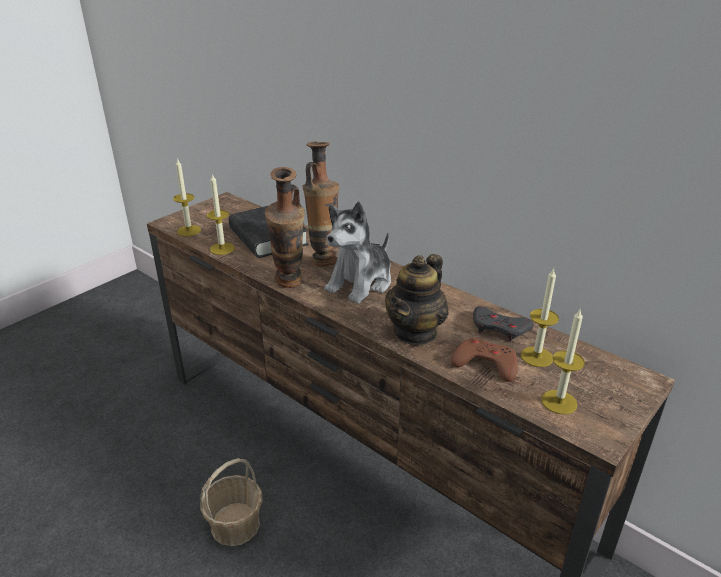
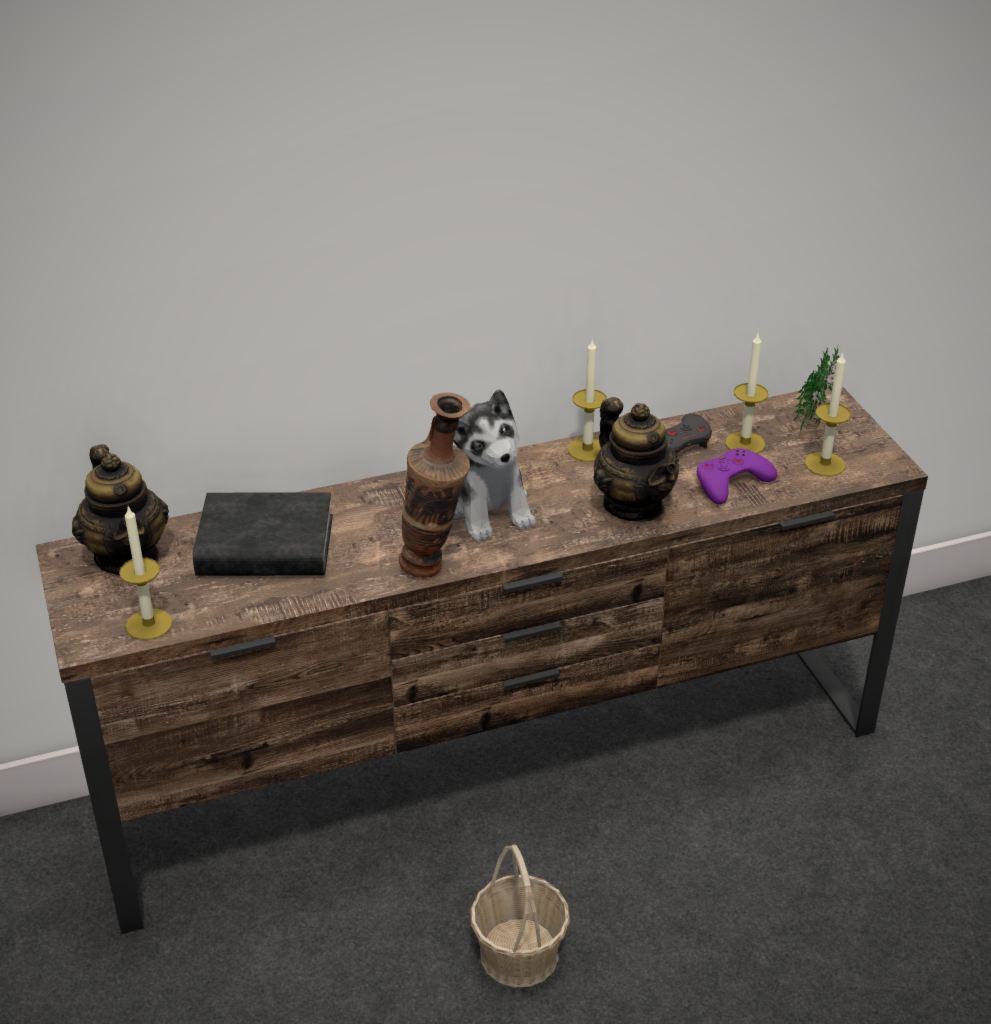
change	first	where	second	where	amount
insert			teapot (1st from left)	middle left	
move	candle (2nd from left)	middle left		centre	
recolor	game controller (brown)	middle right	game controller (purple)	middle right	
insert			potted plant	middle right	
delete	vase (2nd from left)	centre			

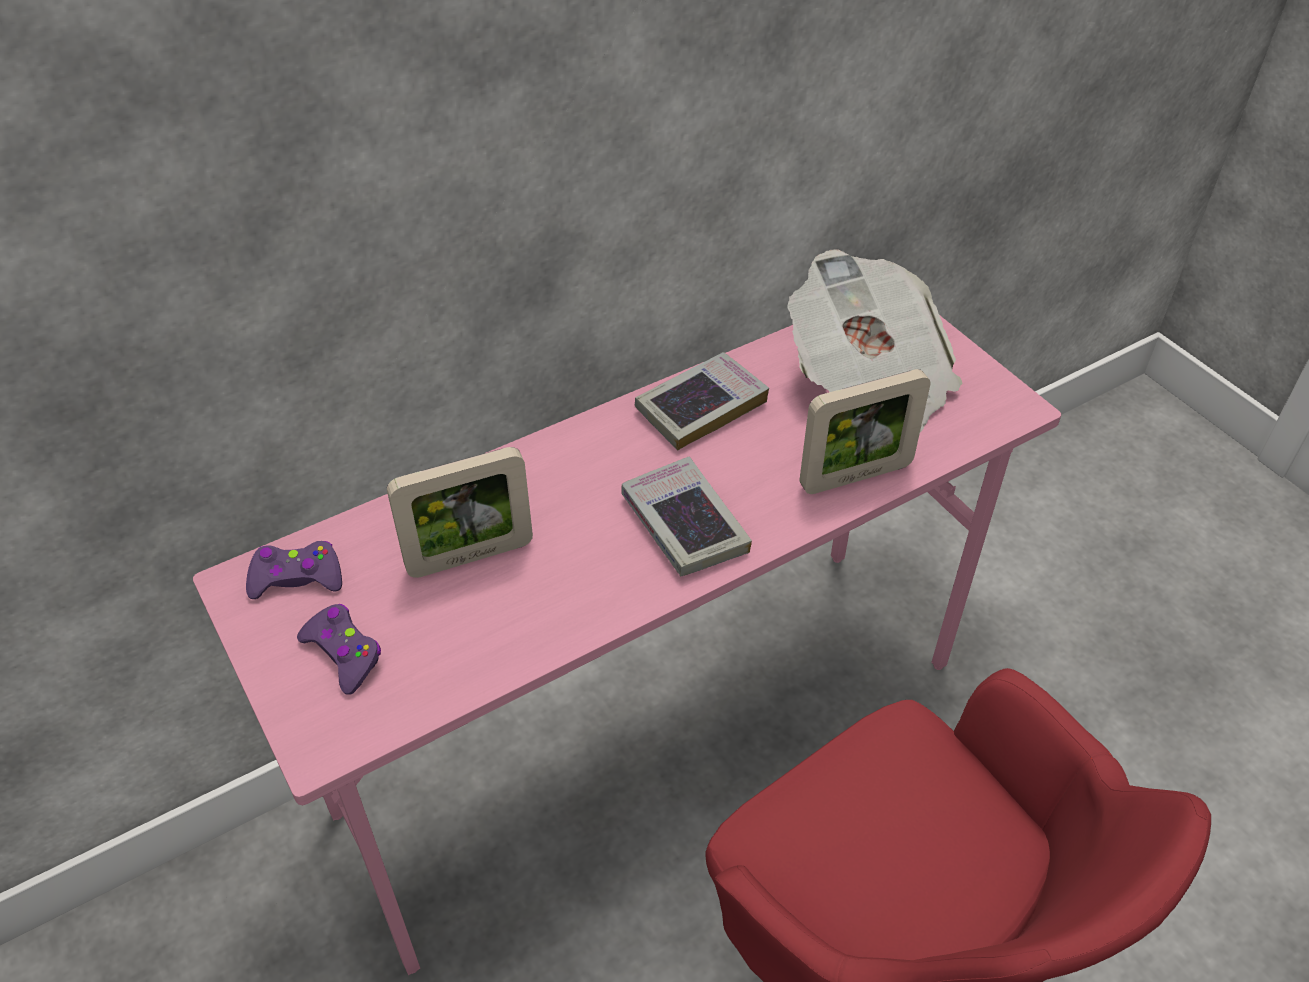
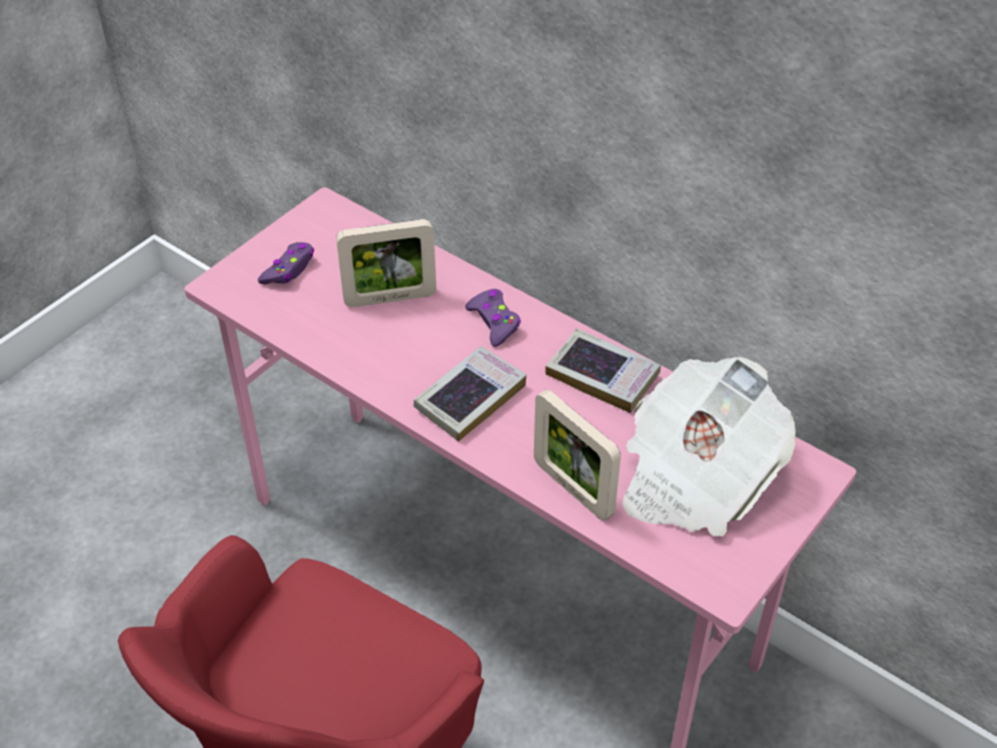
change	first	where	second	where	amount
rotate	picture frame (1st from left)	centre		centre	60 degrees counterclockwise
move	game controller (purple) (1st from left in the first image)	middle left	game controller (purple) (2nd from left)	centre	

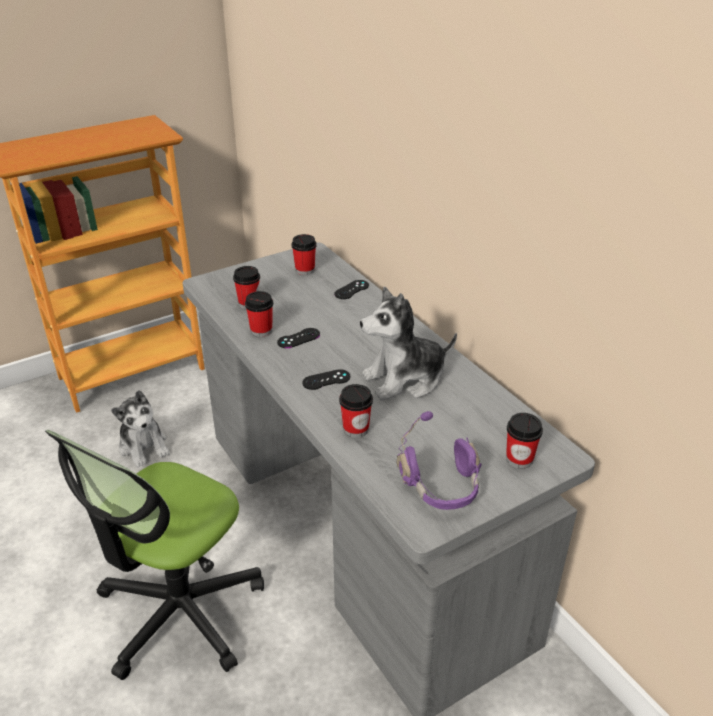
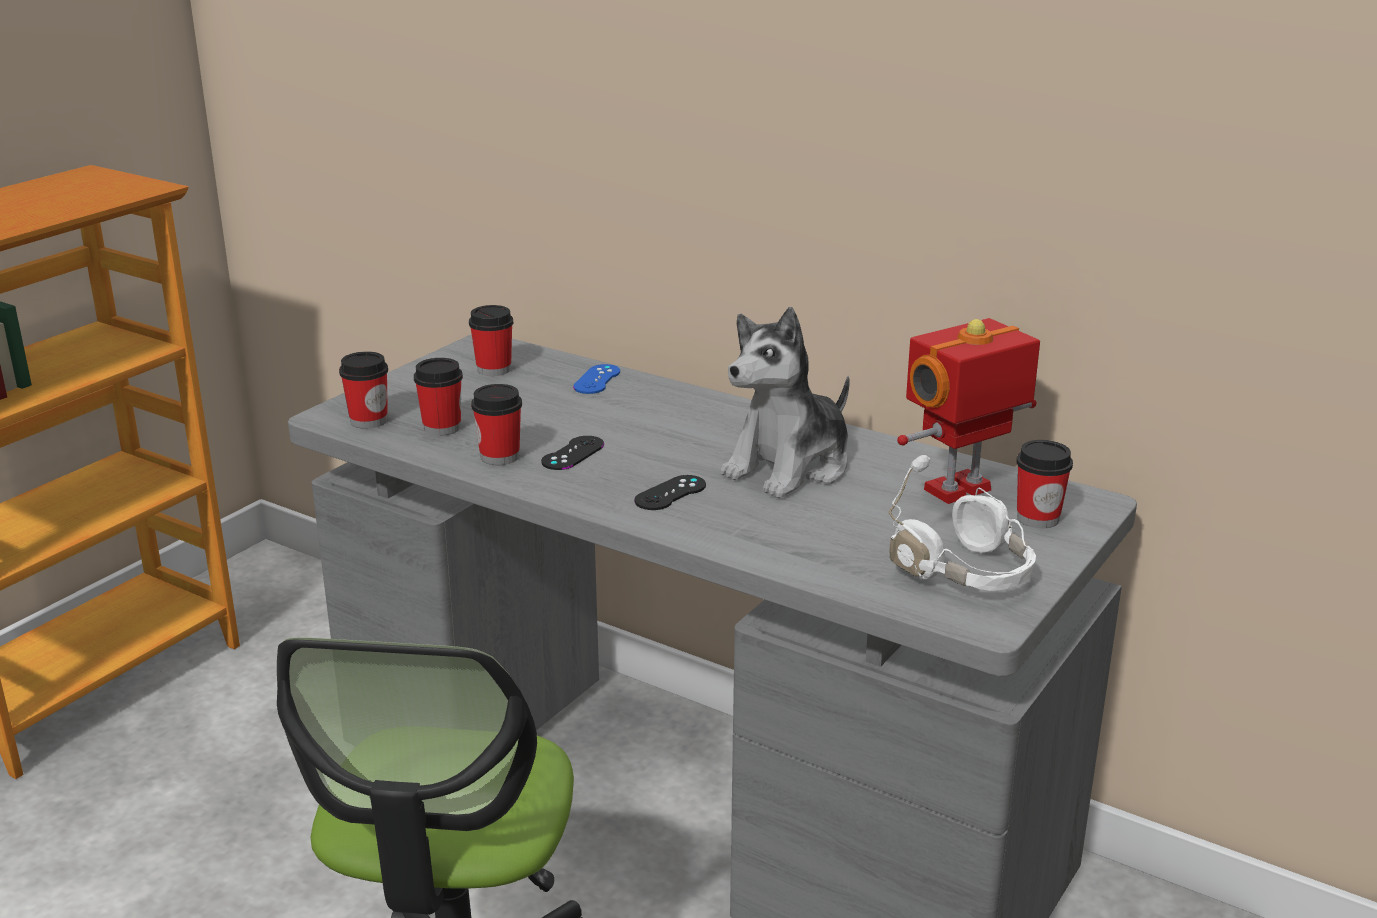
change	first	where	second	where	amount
move	cup (4th from left in the first image)	centre	cup (1st from left)	middle left	
recolor	game controller (black) (3rd from left)	centre	game controller (blue)	centre	
recolor	headphones (purple)	centre	headphones (white)	middle right	
insert			toy robot	middle right	
delete	plush toy (1st from left)	middle left			

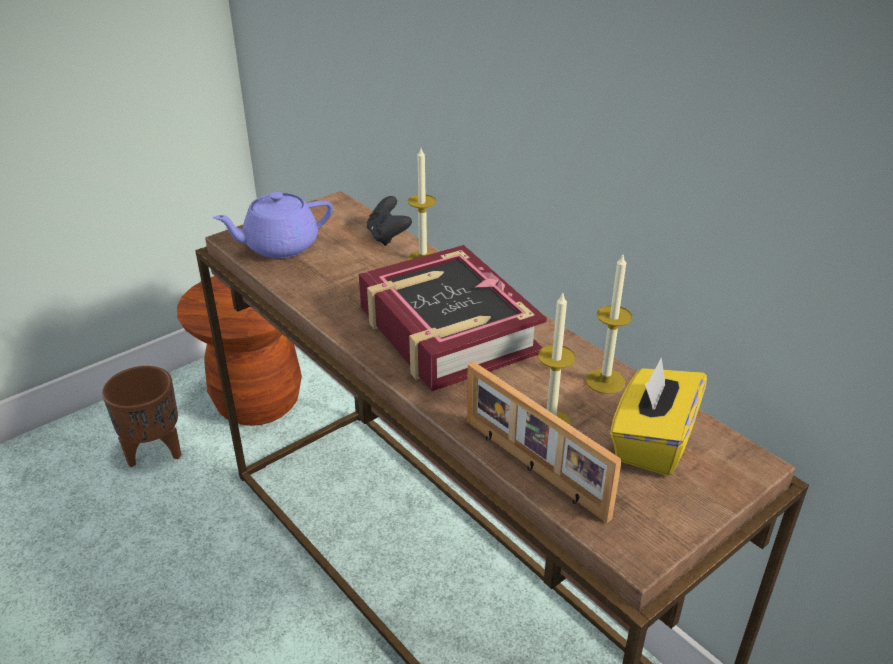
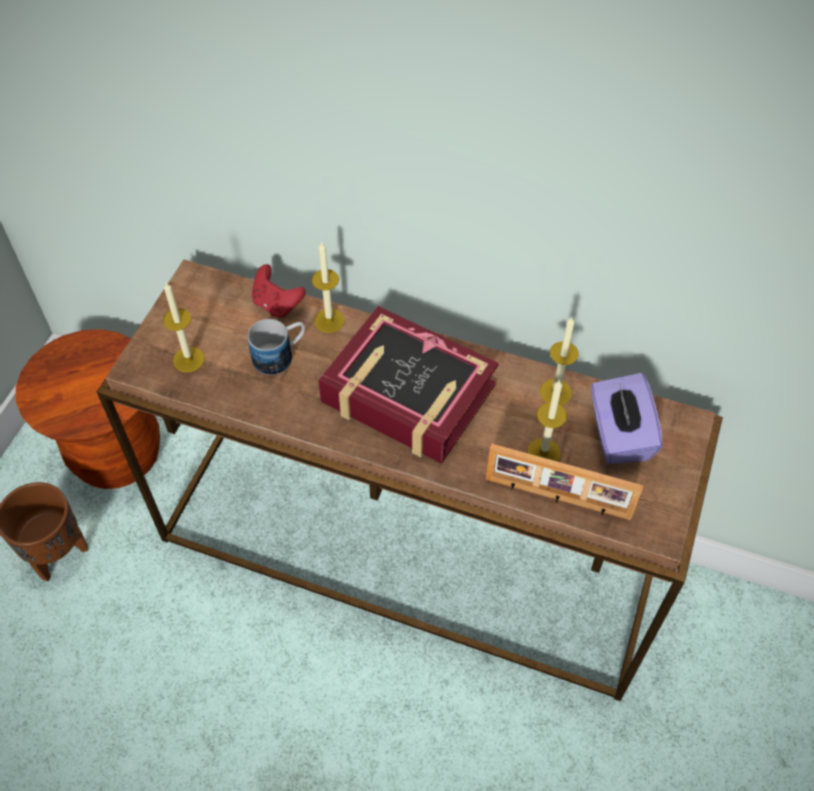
change	first	where	second	where	amount
replace	teapot (purple)	middle left	candle (1st from left)	middle left	
insert			mug	centre	
recolor	game controller (black)	top centre	game controller (red)	centre	
recolor	tissue box (yellow)	middle right	tissue box (purple)	middle right	

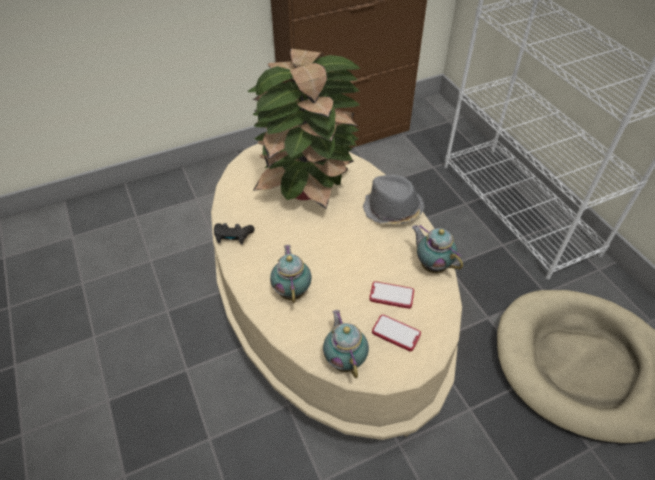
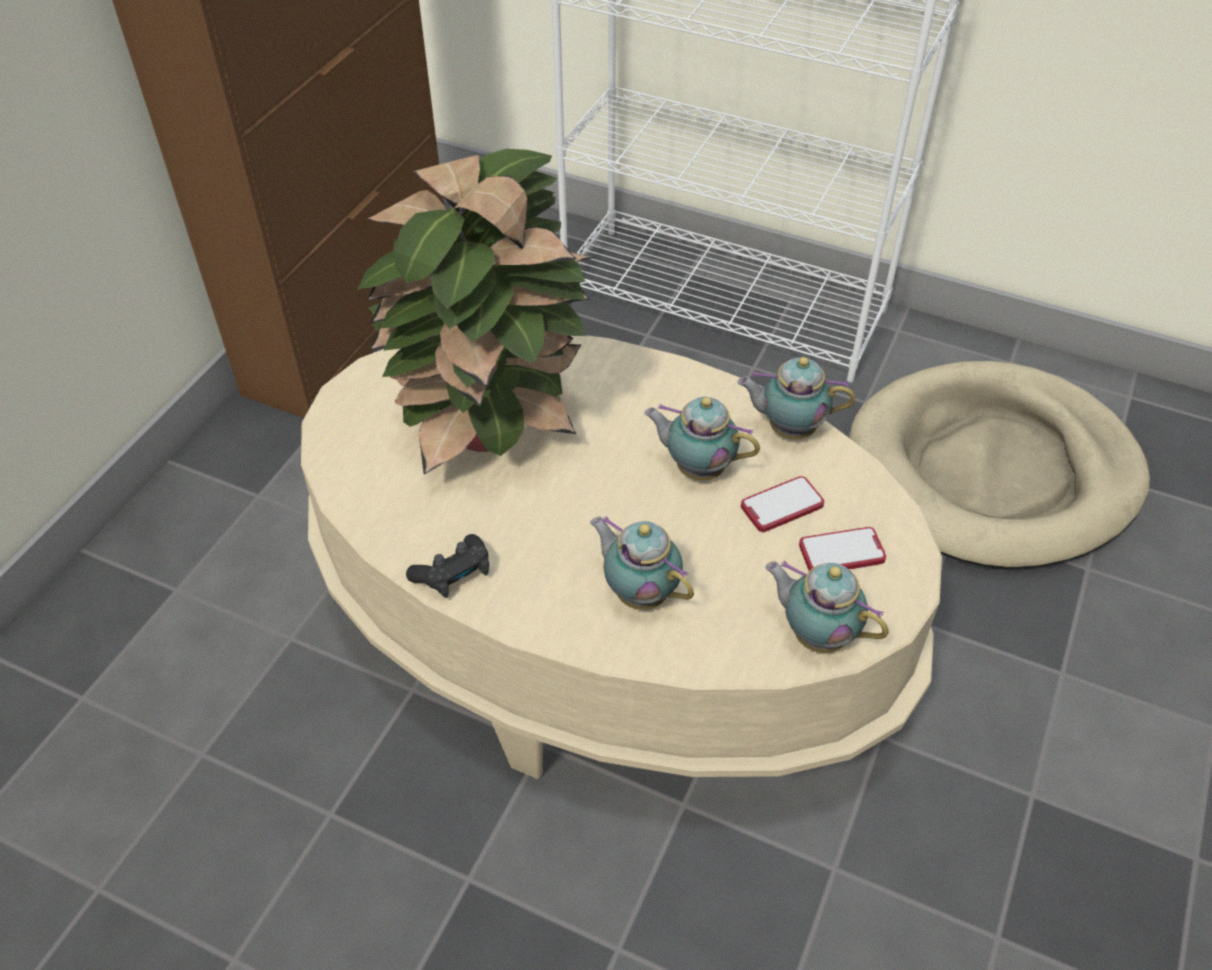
change	first	where	second	where	amount
insert			teapot (2nd from left)	centre	
delete	hat (grey)	centre			

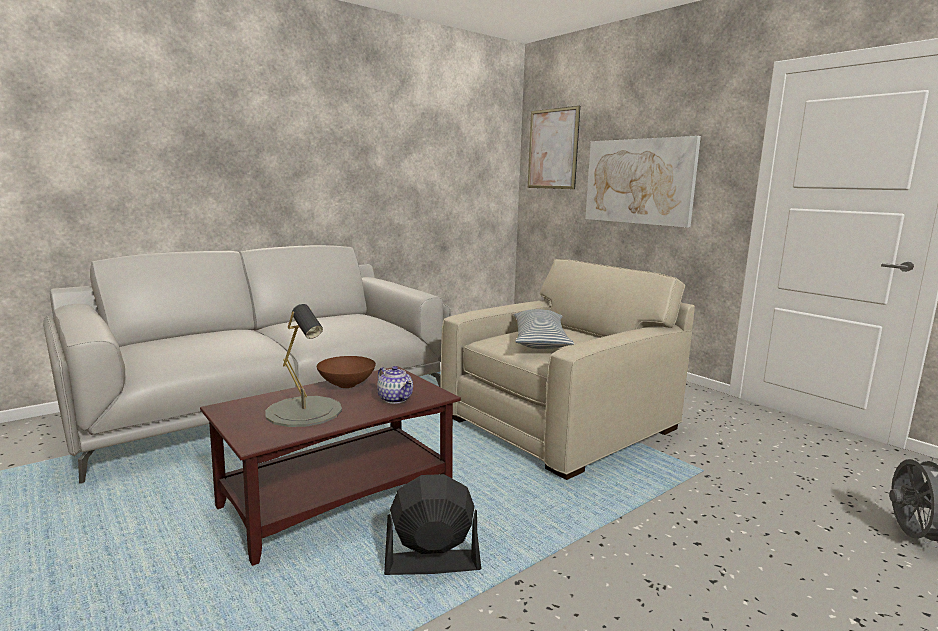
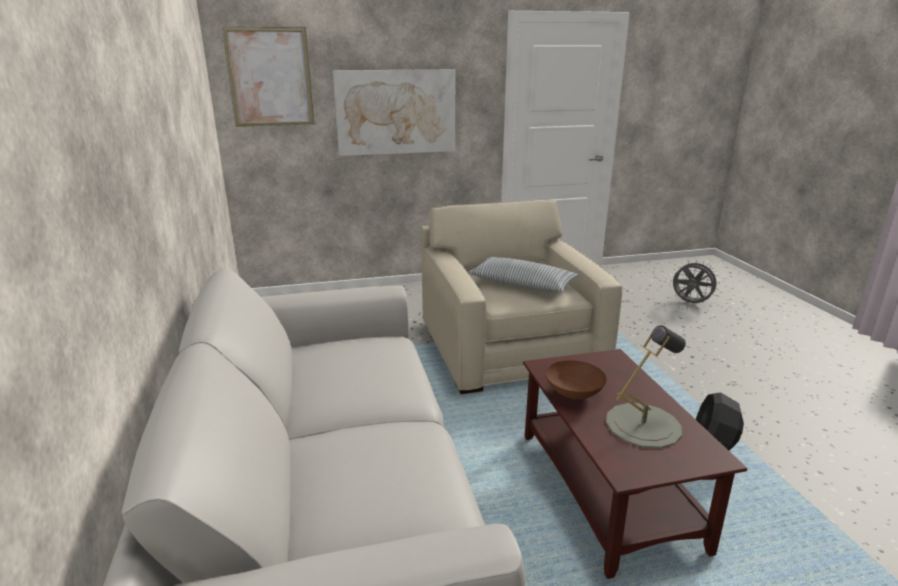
change	first	where	second	where	amount
delete	teapot	centre			

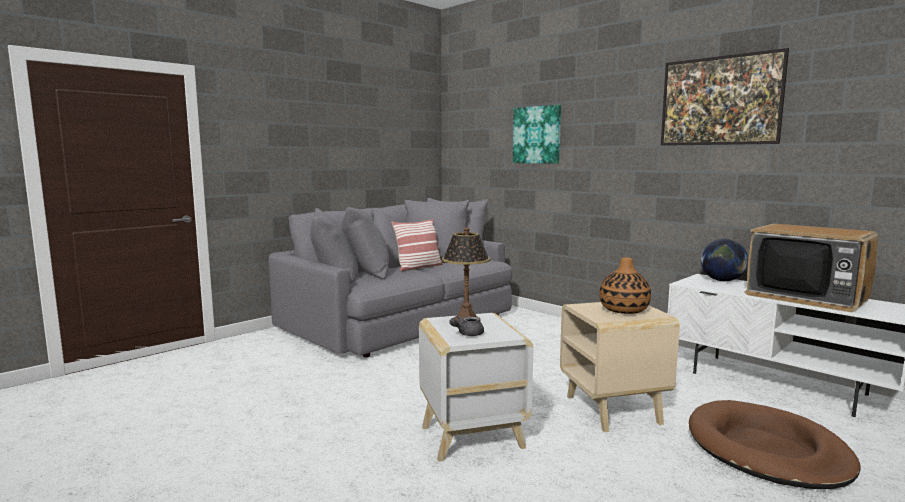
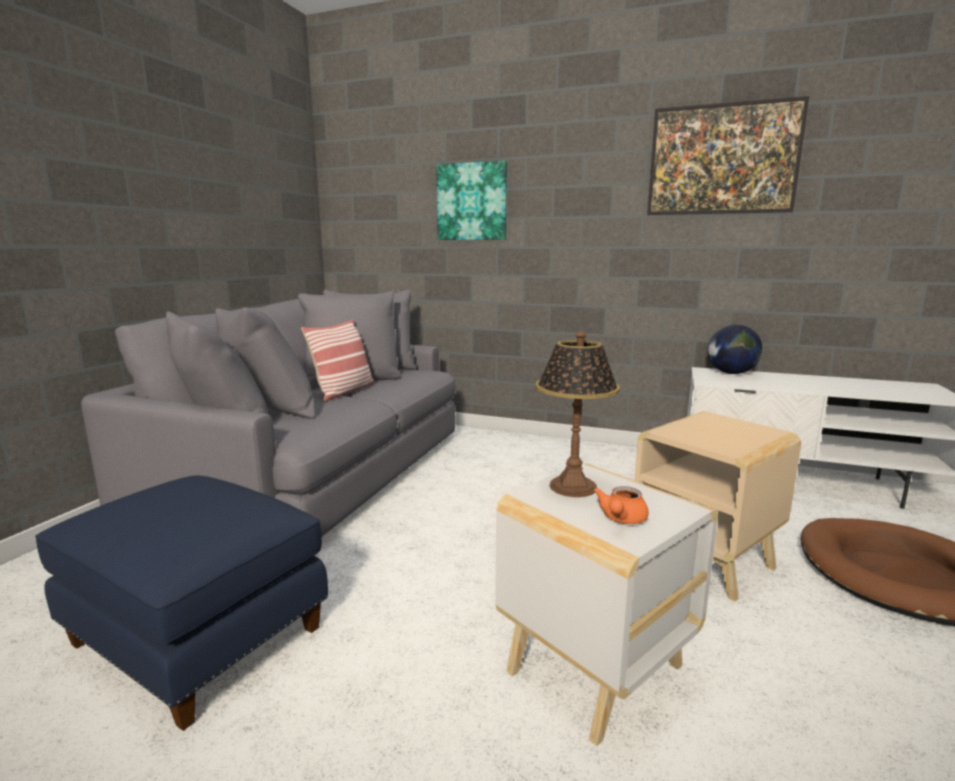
change	first	where	second	where	amount
insert			ottoman (blue)	bottom left	
recolor	teapot (grey)	centre	teapot (orange)	centre	
delete	vase	middle right			
delete	television	middle right			

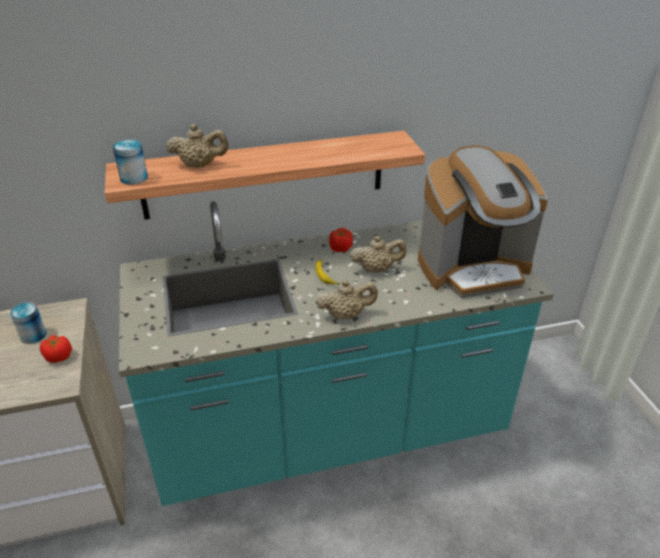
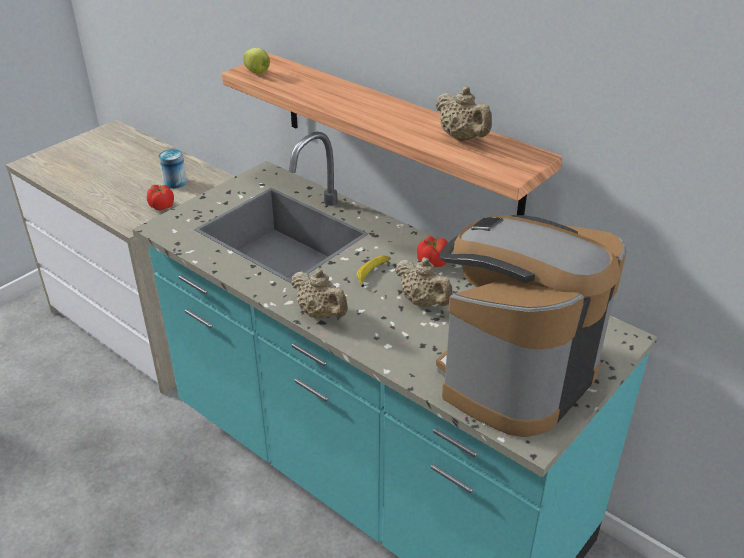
change	first	where	second	where	amount
replace	can (2nd from left)	top left	apple	top centre	
move	teapot (beige) (1st from left in the first image)	top left	teapot (beige) (3rd from left)	top centre	
rotate	coffee machine	middle right		middle right	90 degrees clockwise

